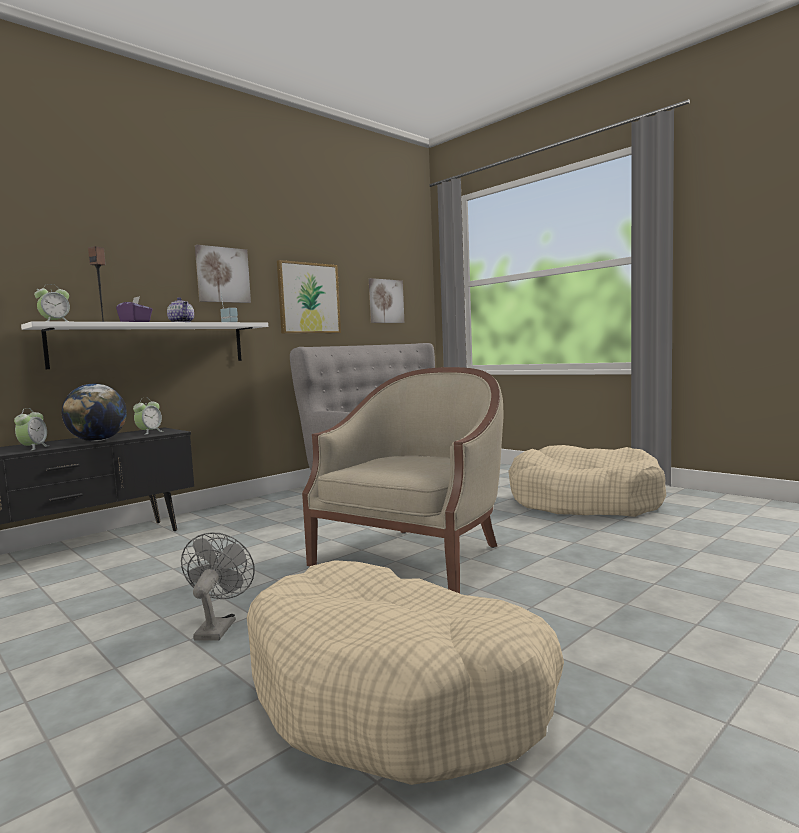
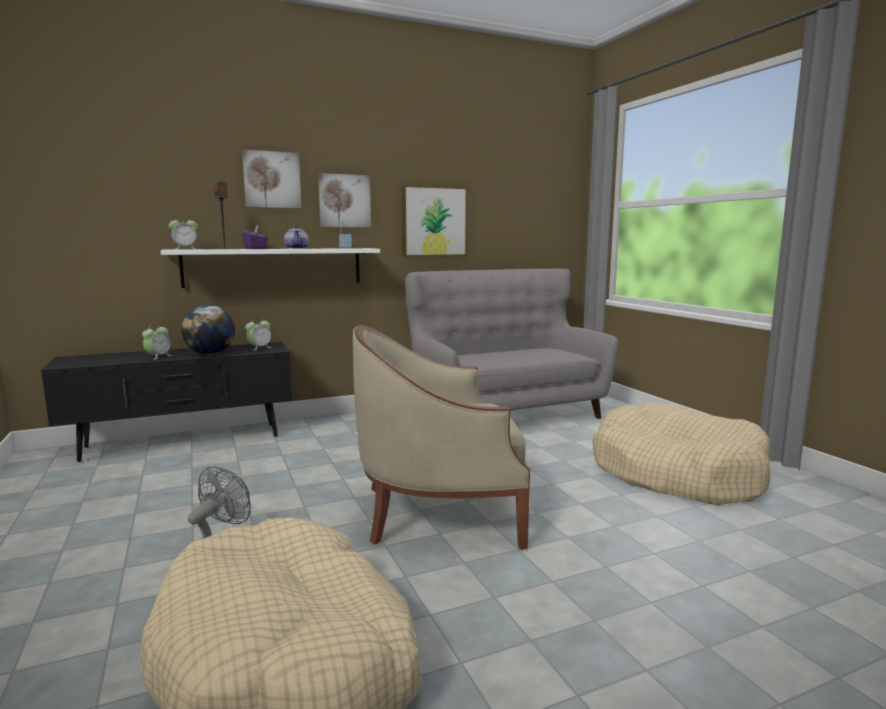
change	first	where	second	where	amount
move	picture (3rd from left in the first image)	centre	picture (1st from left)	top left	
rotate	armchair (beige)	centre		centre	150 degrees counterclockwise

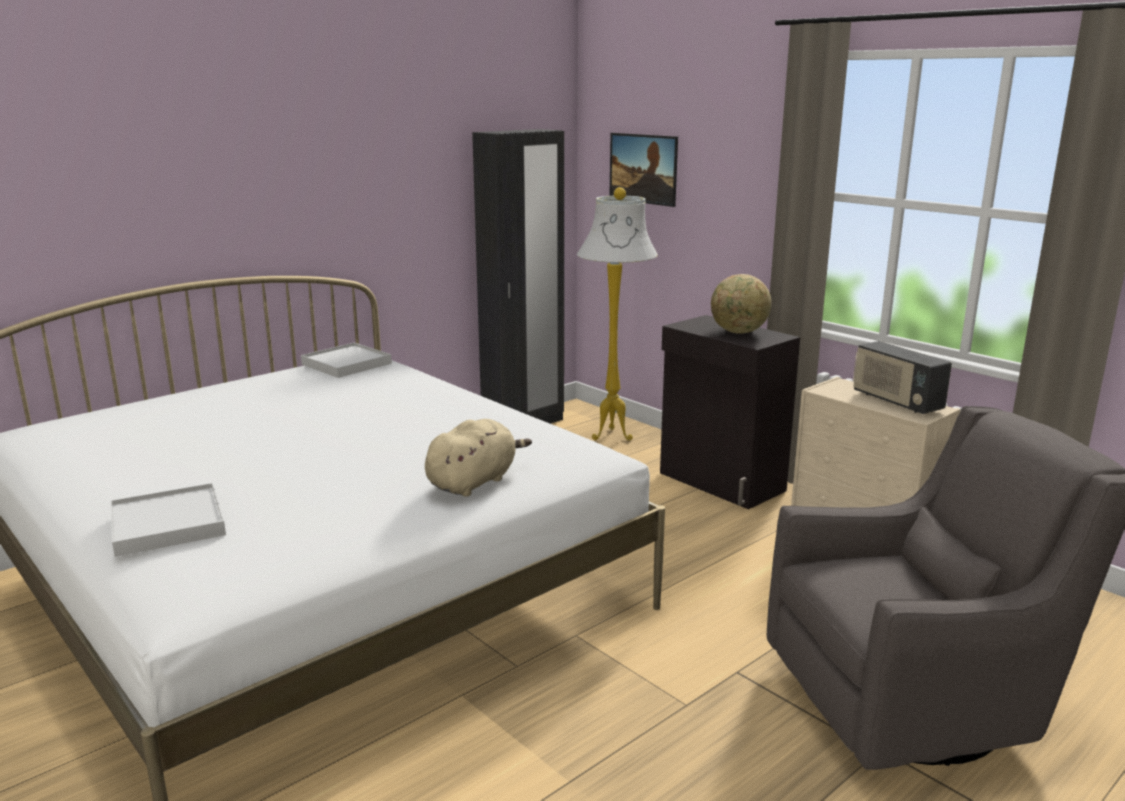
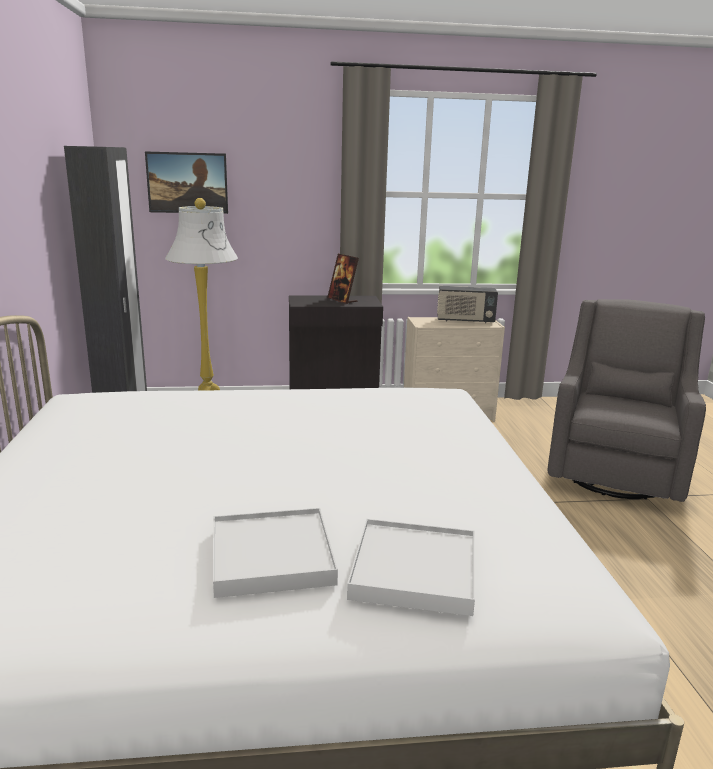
change	first	where	second	where	amount
move	tray (white) (2nd from left in the first image)	middle left	tray (white) (1st from left)	bottom centre	
replace	globe	centre	picture frame	centre	
delete	plush toy (beige)	centre			

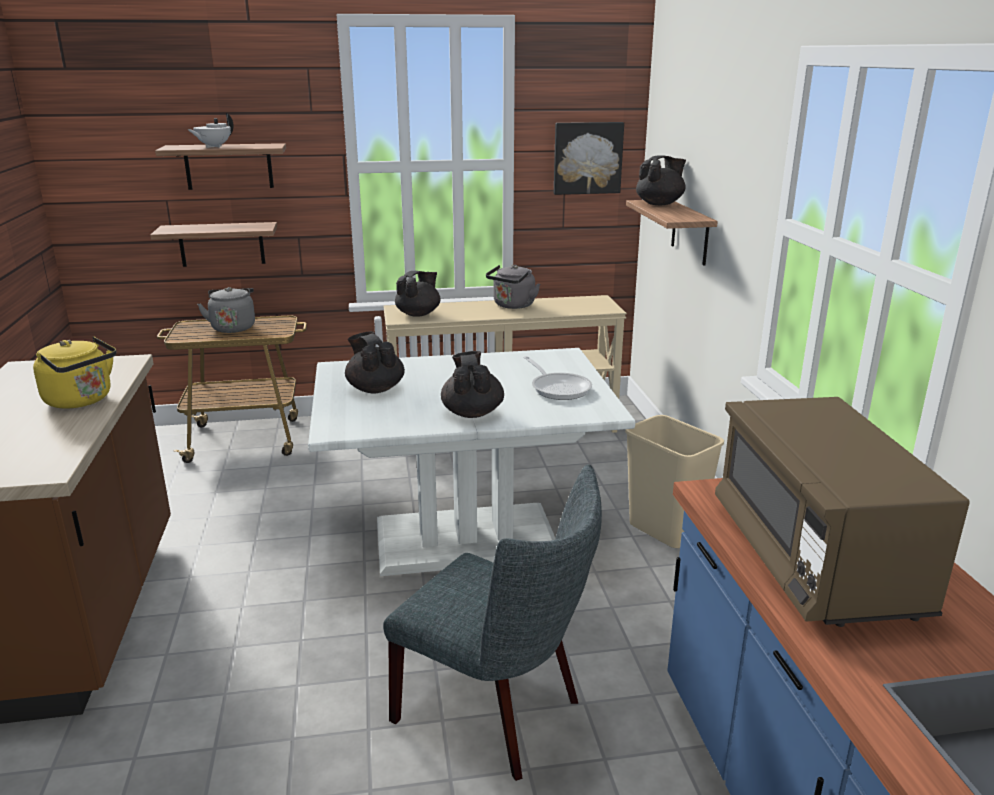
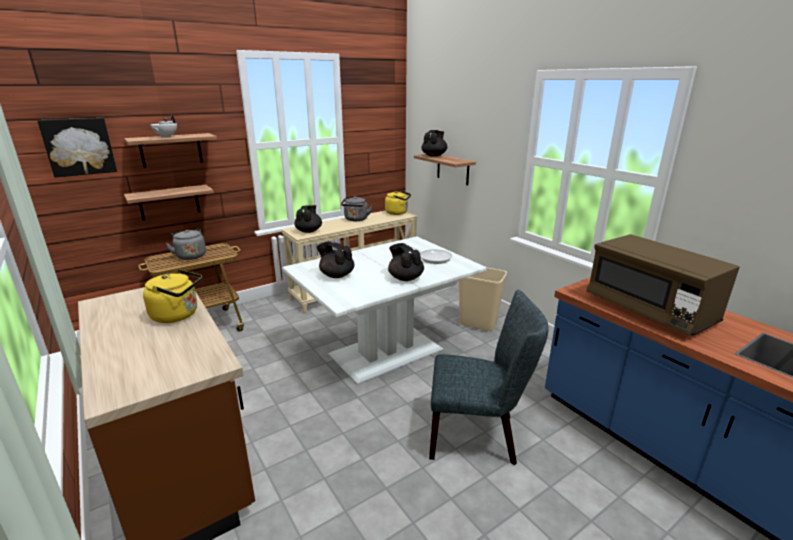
change	first	where	second	where	amount
move	picture	top centre		top left	
insert			kettle (yellow) (2nd from left)	centre	

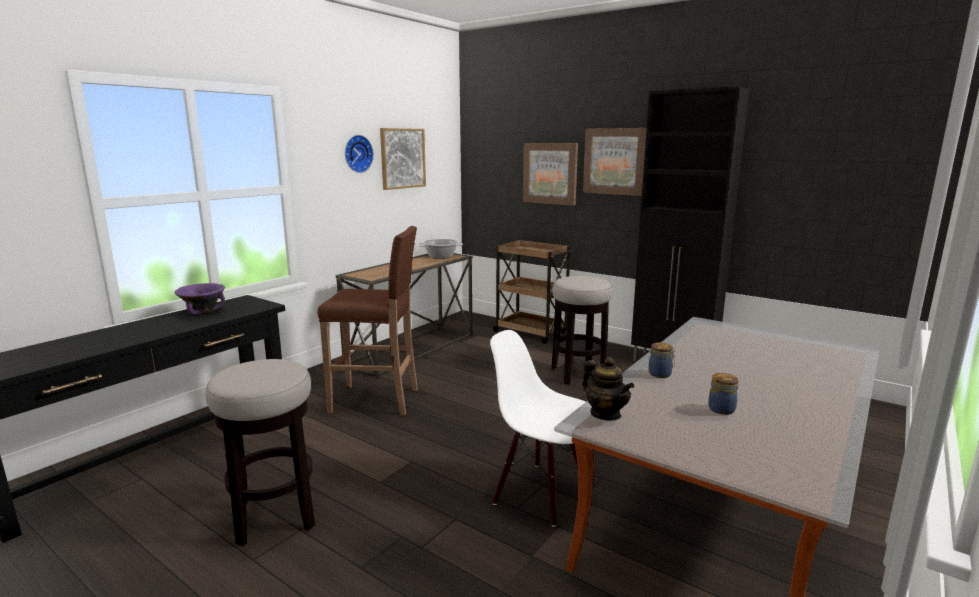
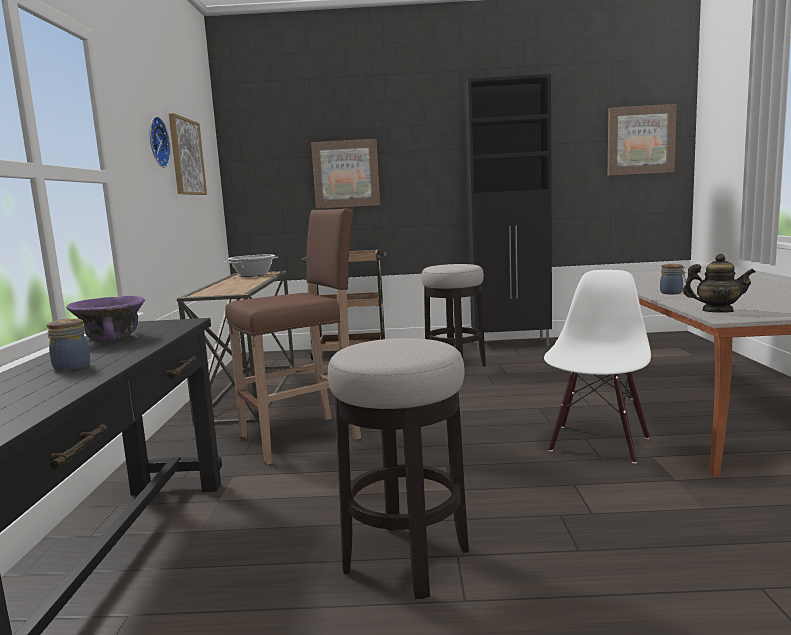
change	first	where	second	where	amount
move	jar (2nd from left in the first image)	middle right	jar (1st from left)	middle left	
rotate	chair (white)	bottom centre		middle right	120 degrees clockwise
move	picture (3rd from left)	top centre		top right	

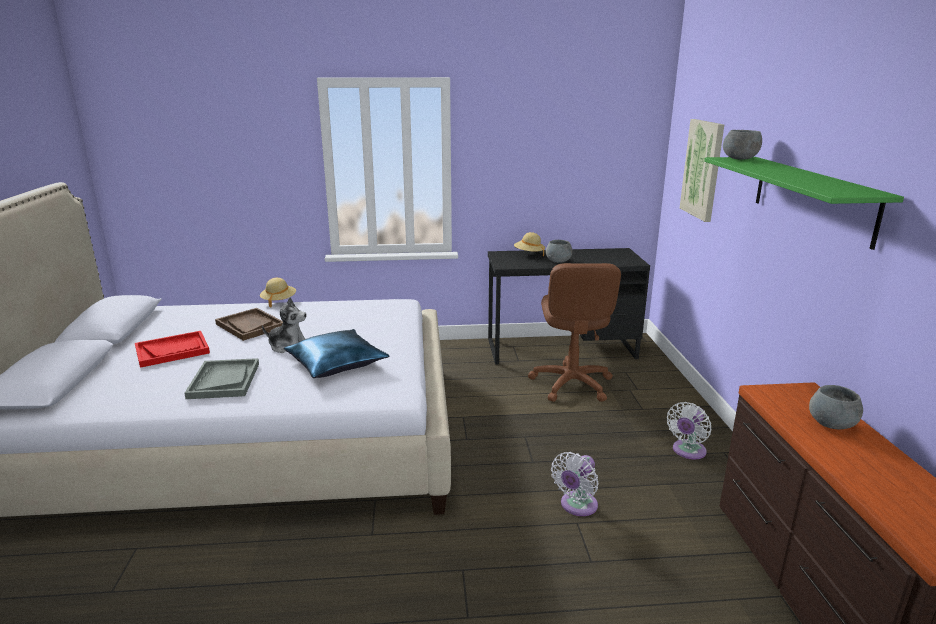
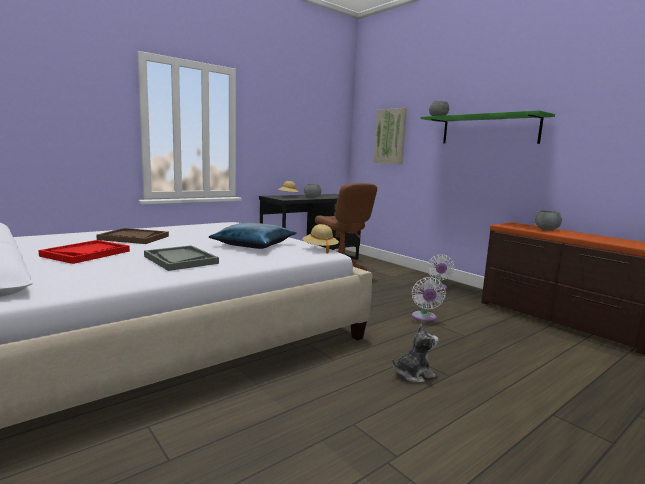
change	first	where	second	where	amount
move	hat (beige) (1st from left in the first image)	middle left	hat (beige) (2nd from left)	centre	
move	plush toy	middle left		bottom centre	

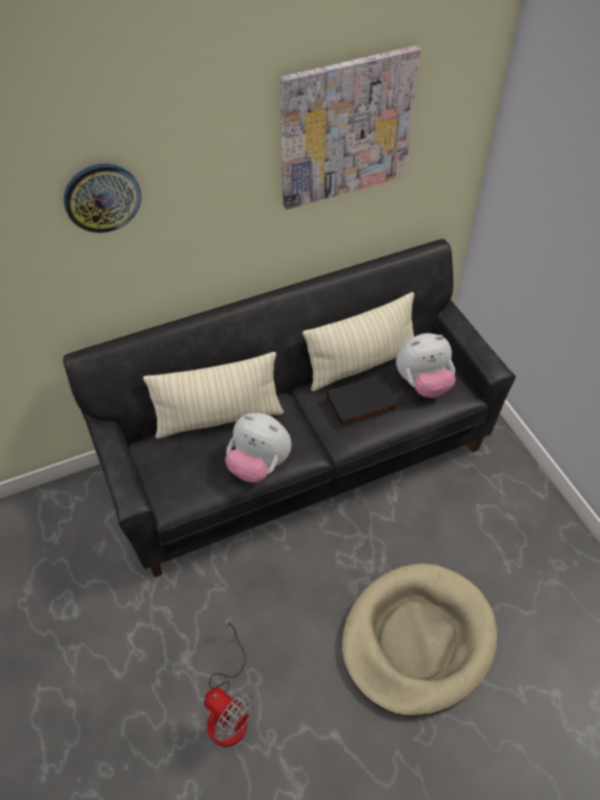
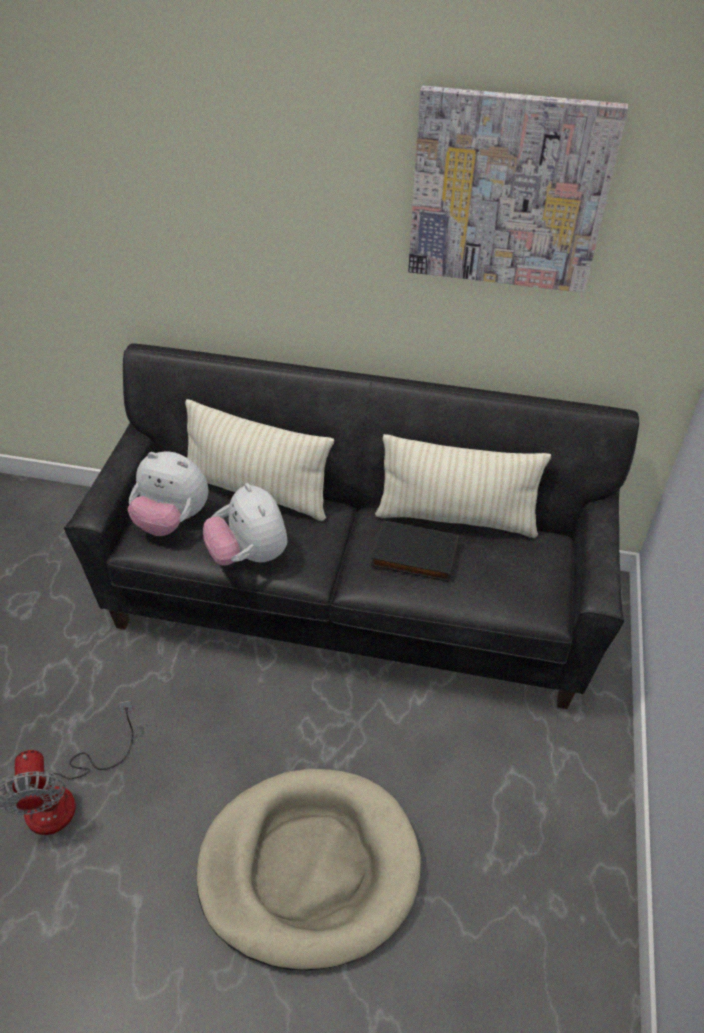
change	first	where	second	where	amount
move	plush toy (2nd from left in the first image)	middle right	plush toy (1st from left)	middle left	
delete	wall clock	top left			

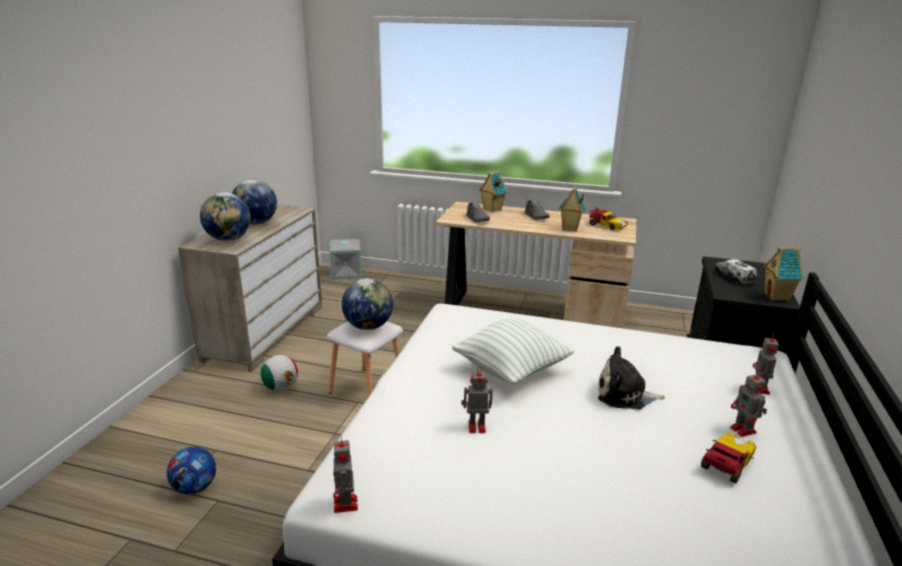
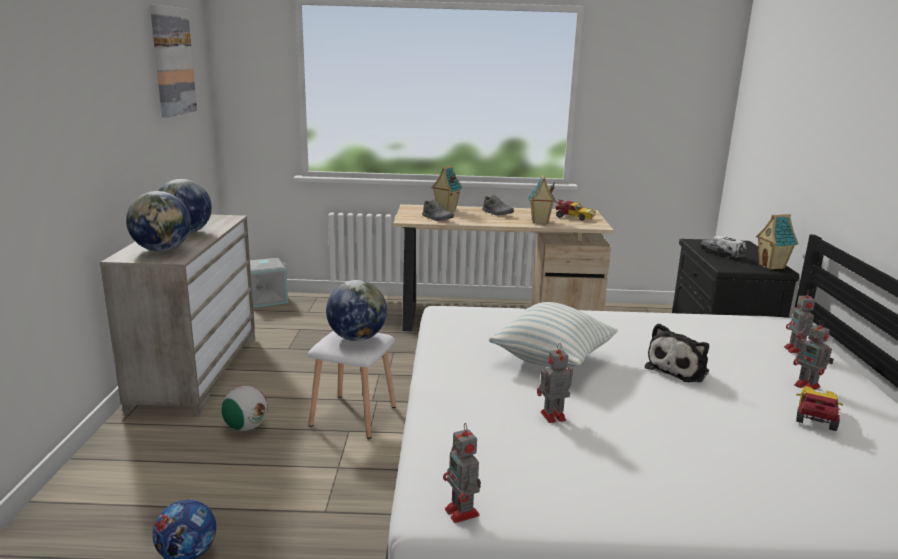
change	first	where	second	where	amount
insert			picture	top left	
rotate	plush toy	bottom right		middle right	45 degrees counterclockwise

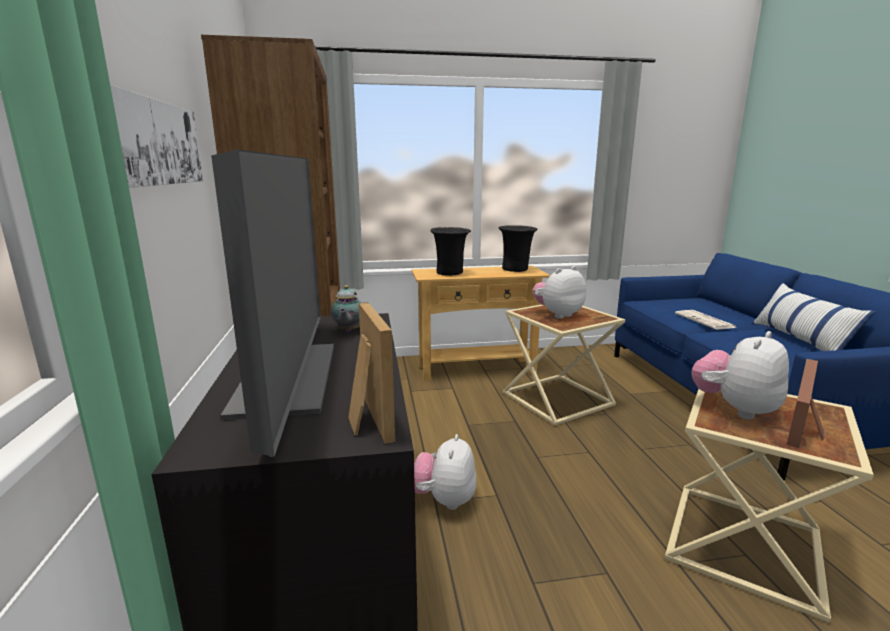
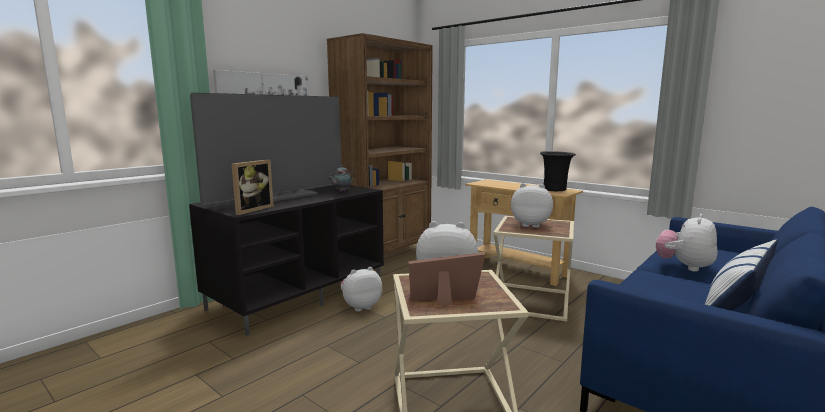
change	first	where	second	where	amount
replace	newspaper	middle right	plush toy (4th from left)	middle right	
delete	vase (black) (1st from left)	centre			

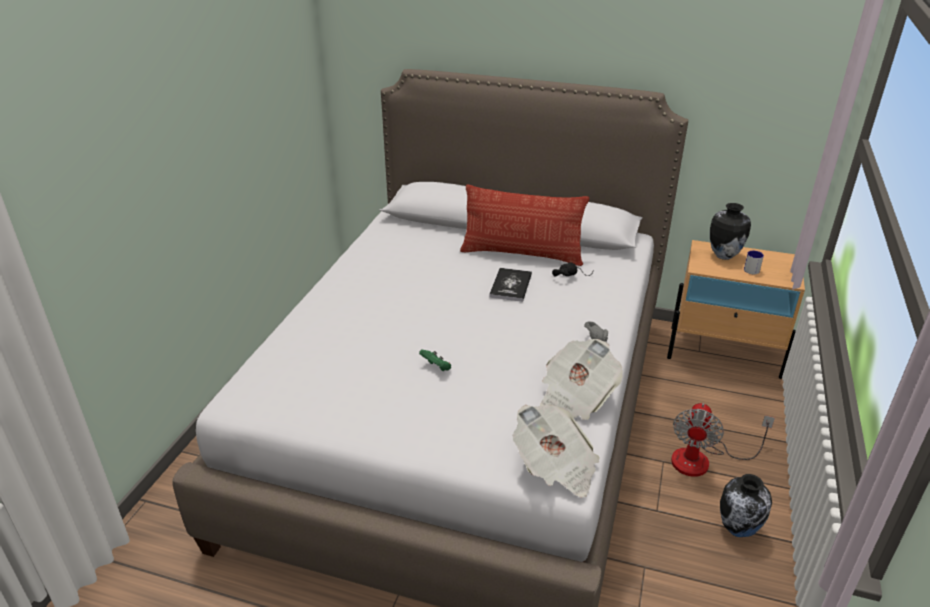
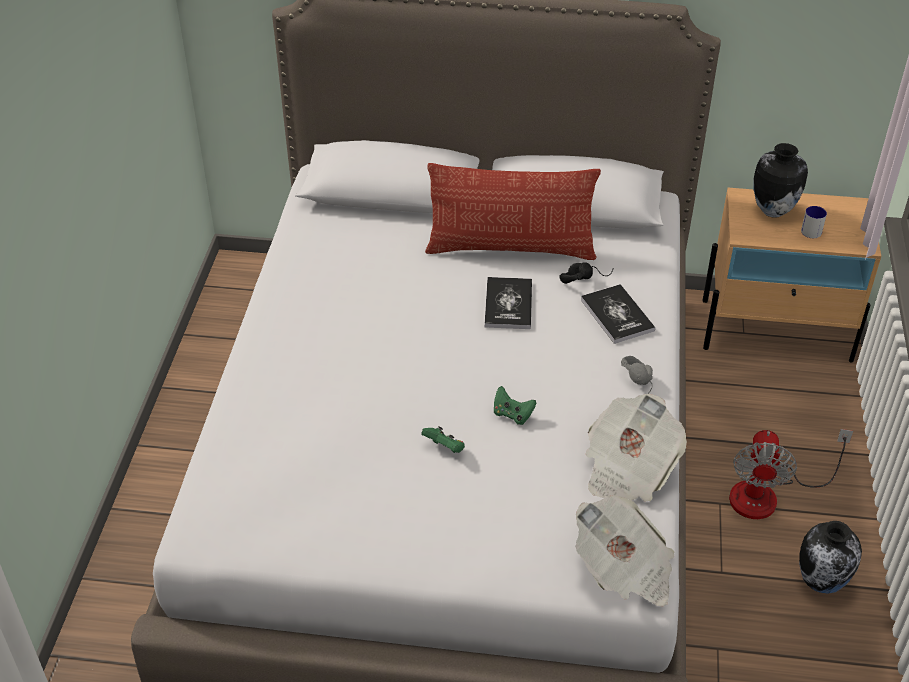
change	first	where	second	where	amount
insert			game controller (green) (2nd from left)	centre	
insert			book (2nd from left)	middle right	

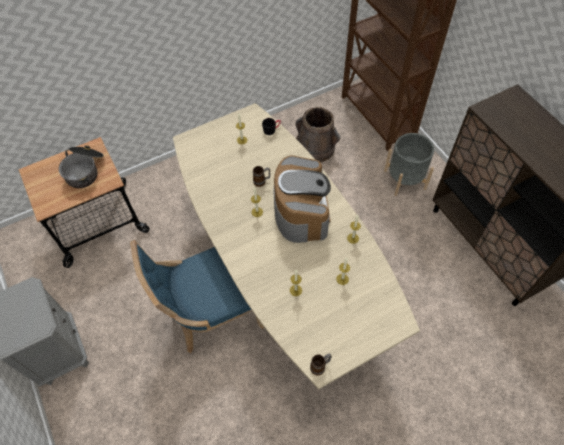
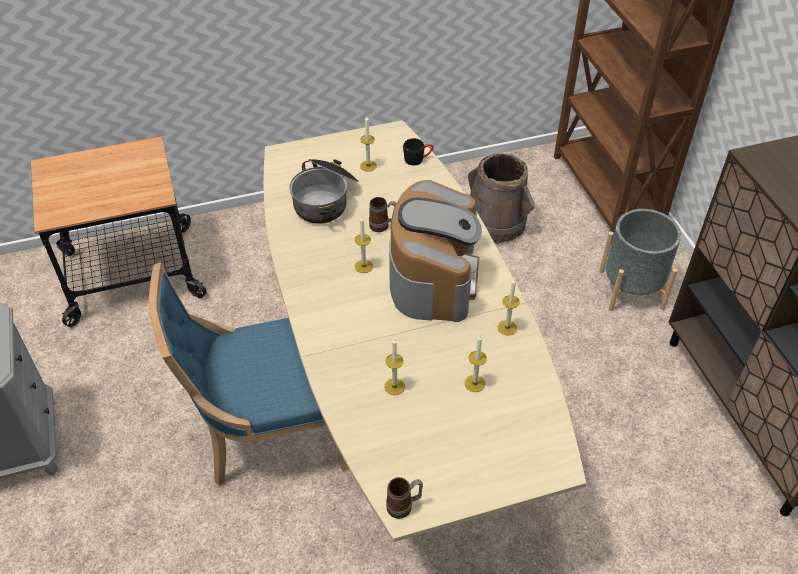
change	first	where	second	where	amount
move	cooking pot	middle left		top centre	

